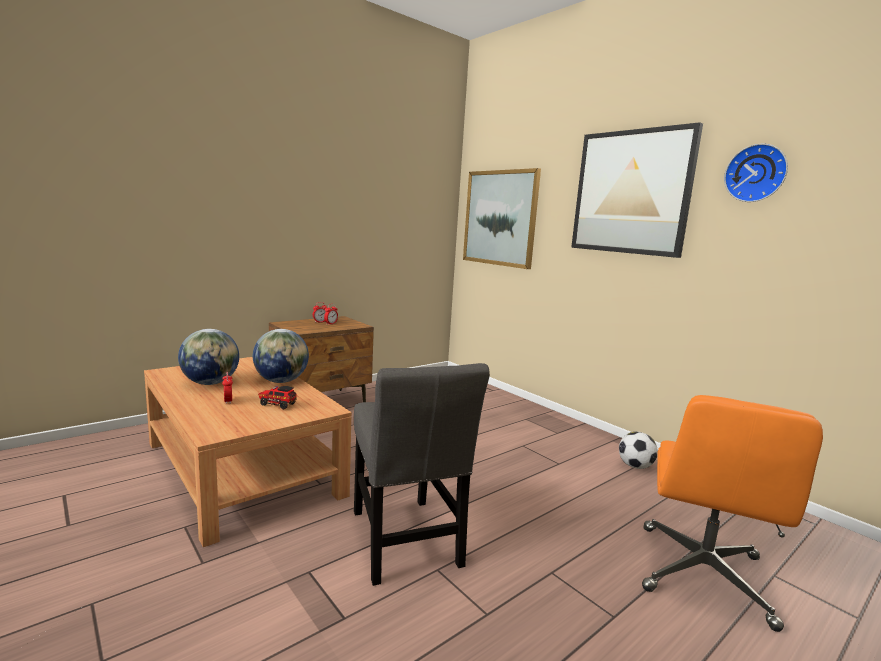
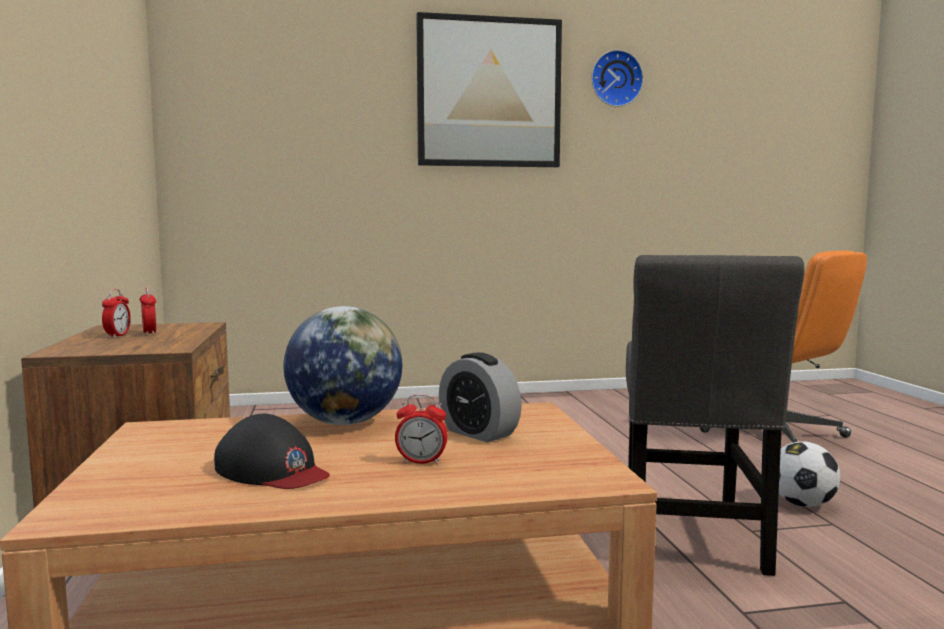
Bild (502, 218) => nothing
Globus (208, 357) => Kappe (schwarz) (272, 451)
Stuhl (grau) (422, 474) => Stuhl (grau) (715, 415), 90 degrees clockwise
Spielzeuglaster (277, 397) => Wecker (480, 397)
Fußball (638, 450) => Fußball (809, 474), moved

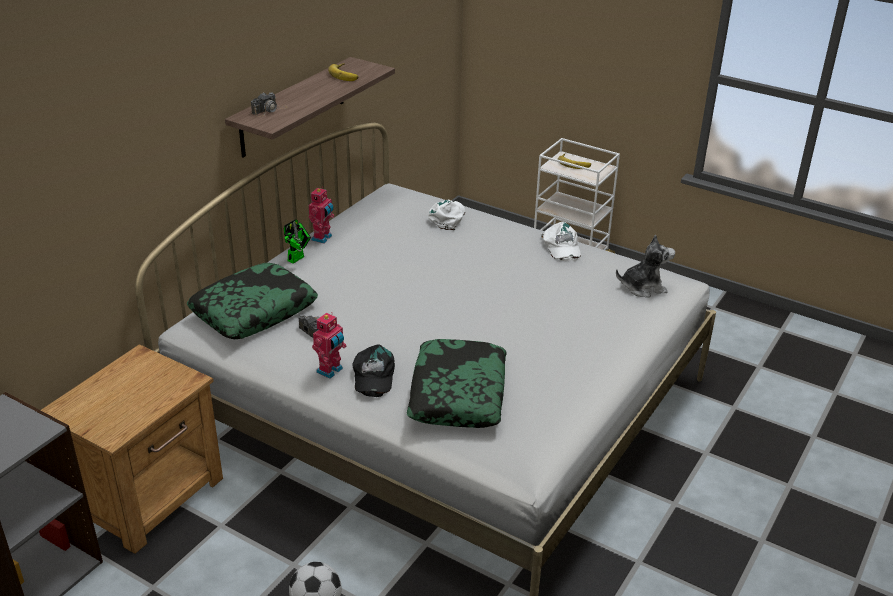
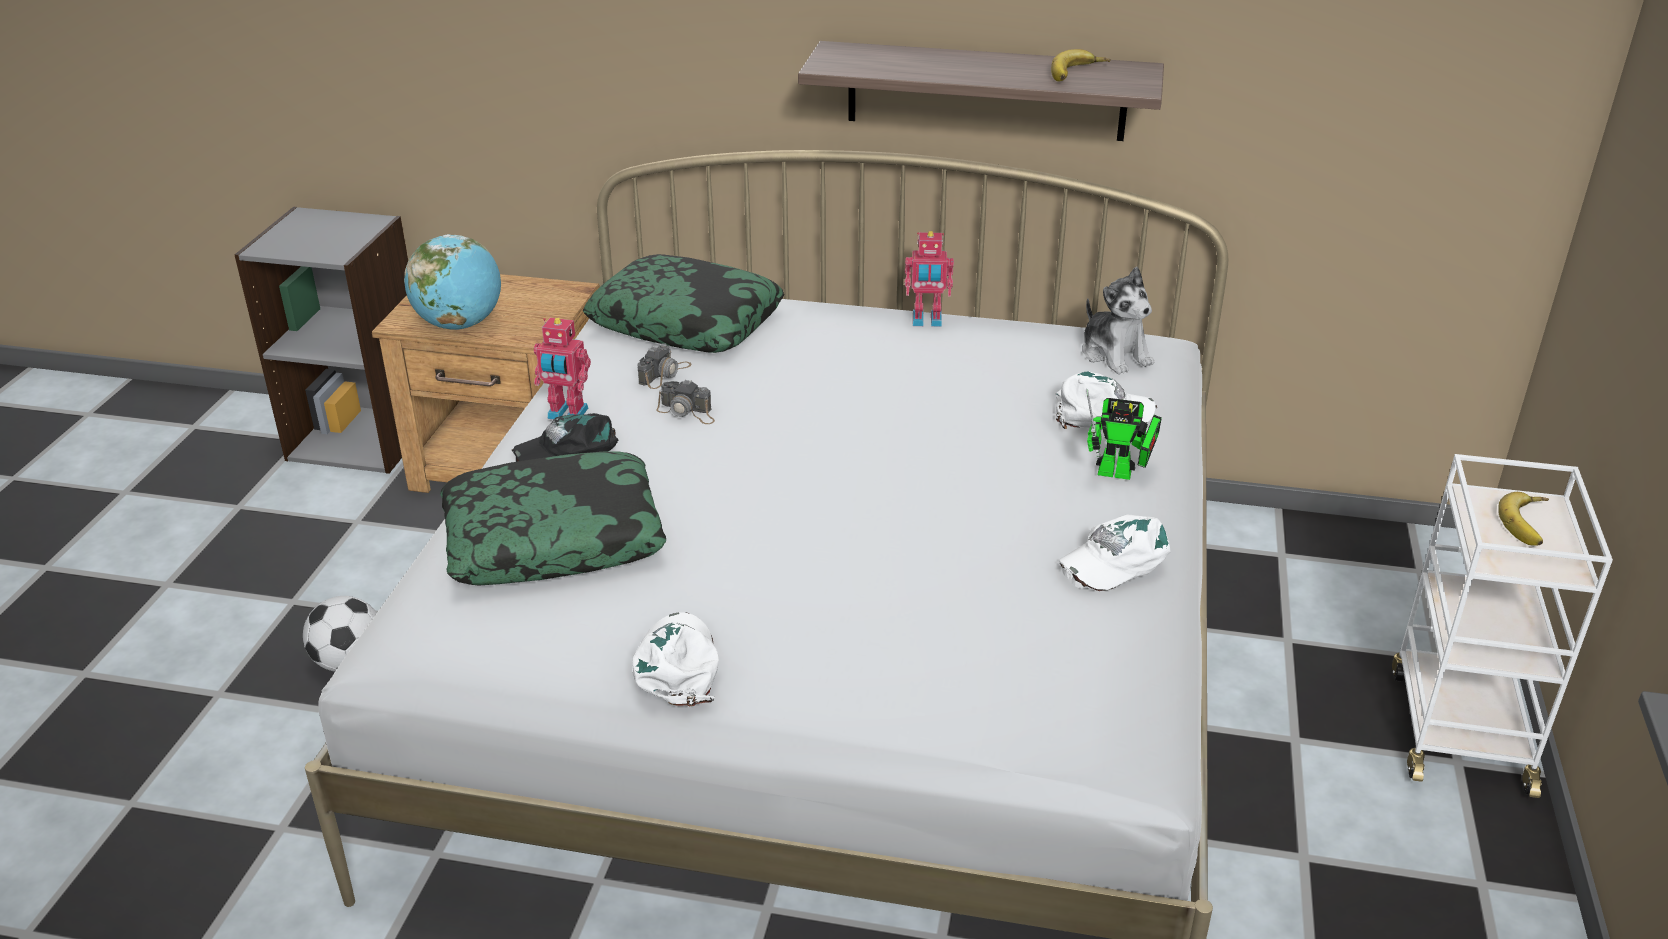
Kamera (269, 105) => Kamera (685, 401), moved
Spielzeugroboter (297, 241) => Spielzeugroboter (1124, 434), moved
Plüschtier (645, 266) => Plüschtier (1118, 320), moved
nothing => Globus (452, 282)
nothing => Kappe (weiß) (675, 659)

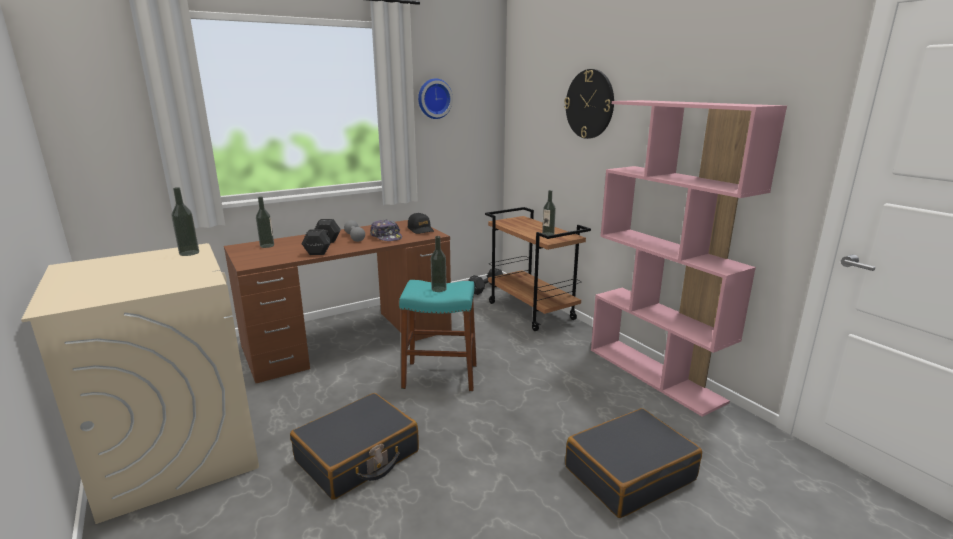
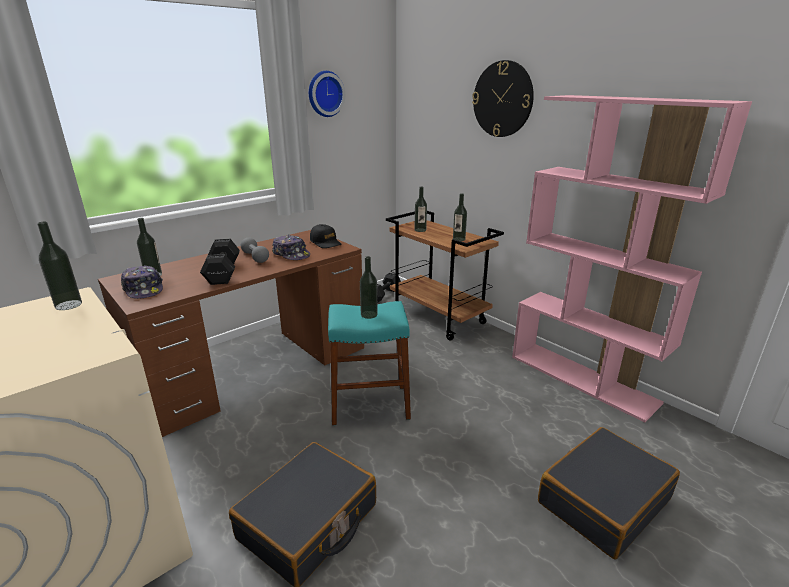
nothing => Flasche (420, 209)
nothing => Kappe (142, 282)

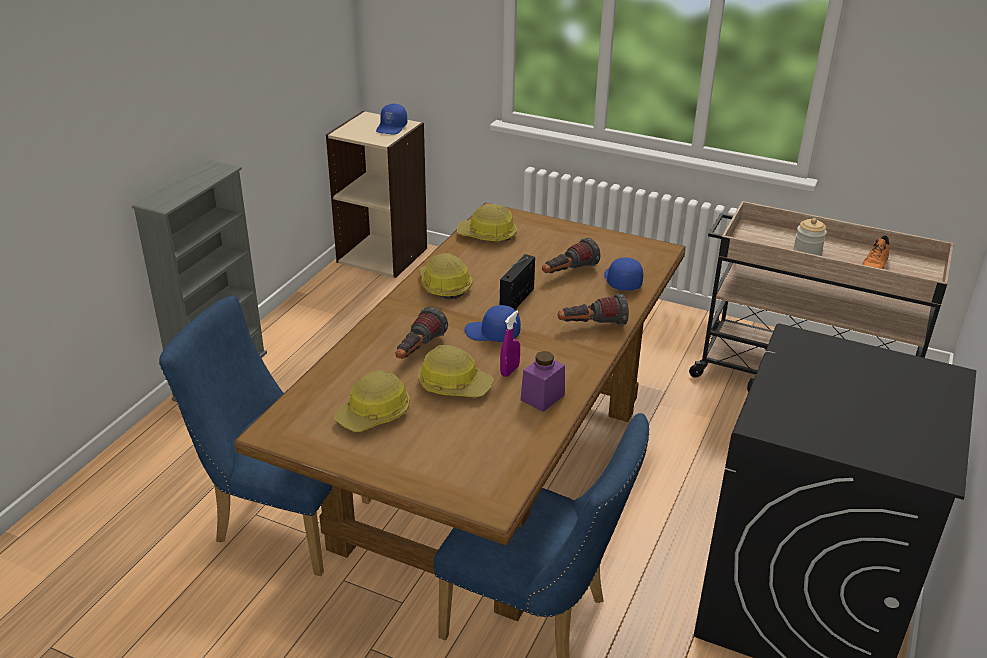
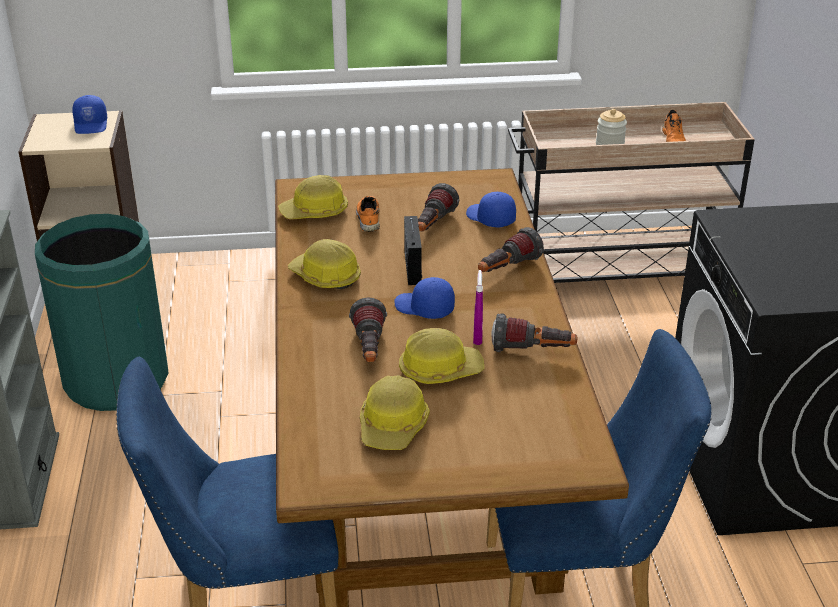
Kappe (blau) (492, 323) => Kappe (blau) (424, 298), 45 degrees clockwise
Vorratsglas (lila) (542, 381) => Taschenlampe (535, 332)
nothing => Schuh (orange) (368, 214)
nothing => Mülleimer (grün) (102, 312)

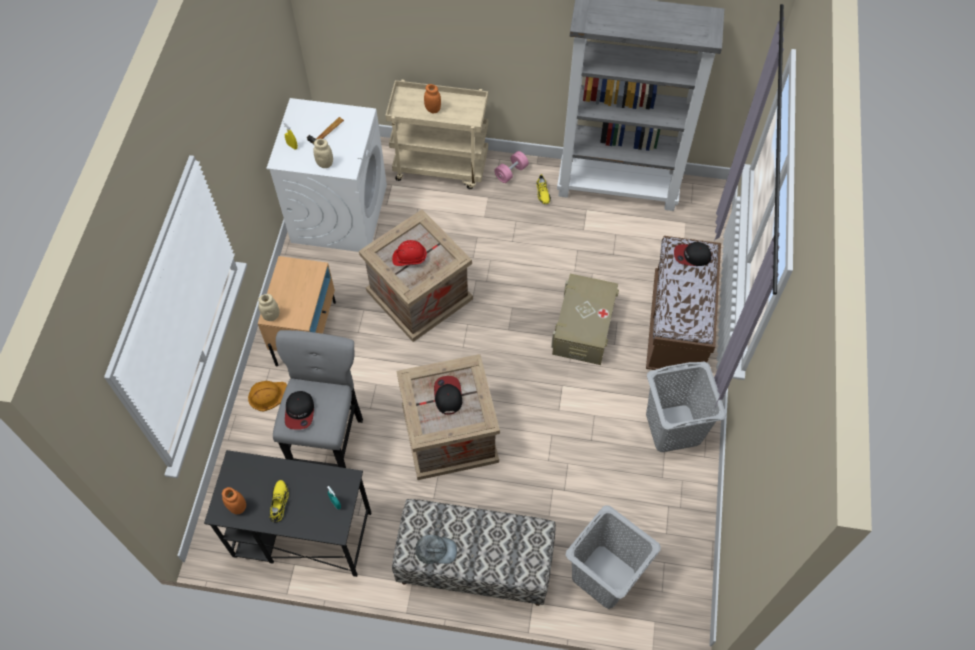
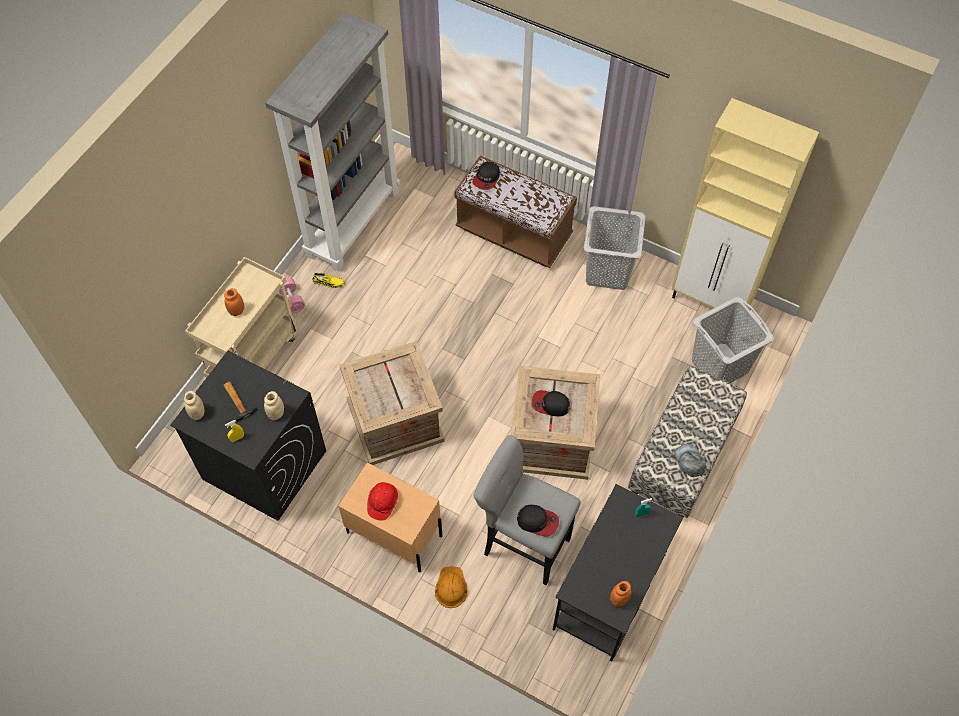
Waschmaschine (weiß) (326, 175) => Waschmaschine (schwarz) (248, 436)
Schutzhelm (rot) (410, 253) => Schutzhelm (rot) (382, 501), moved
Aufbewahrungsbox (beige) (585, 319) => nothing
Vorratsglas (beige) (269, 307) => Vorratsglas (beige) (194, 405), moved
Schuh (gelb) (279, 501) => nothing
Kappe (grau) (436, 549) => Kappe (grau) (690, 460), 45 degrees counterclockwise
nothing => Schrank (beige) (745, 203)

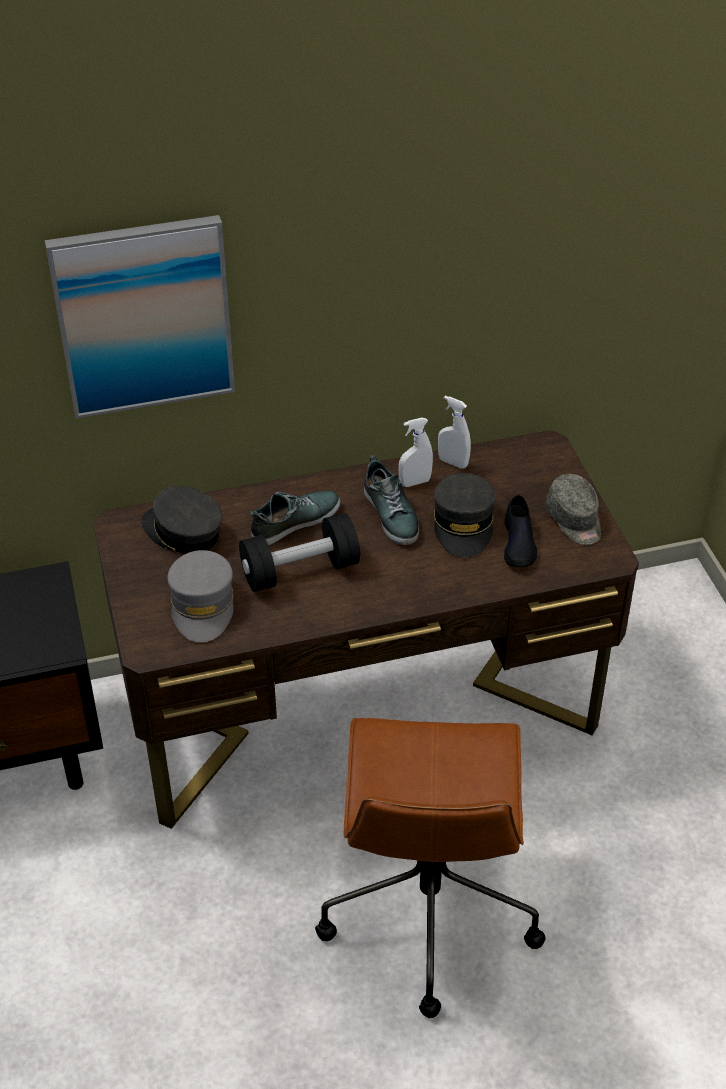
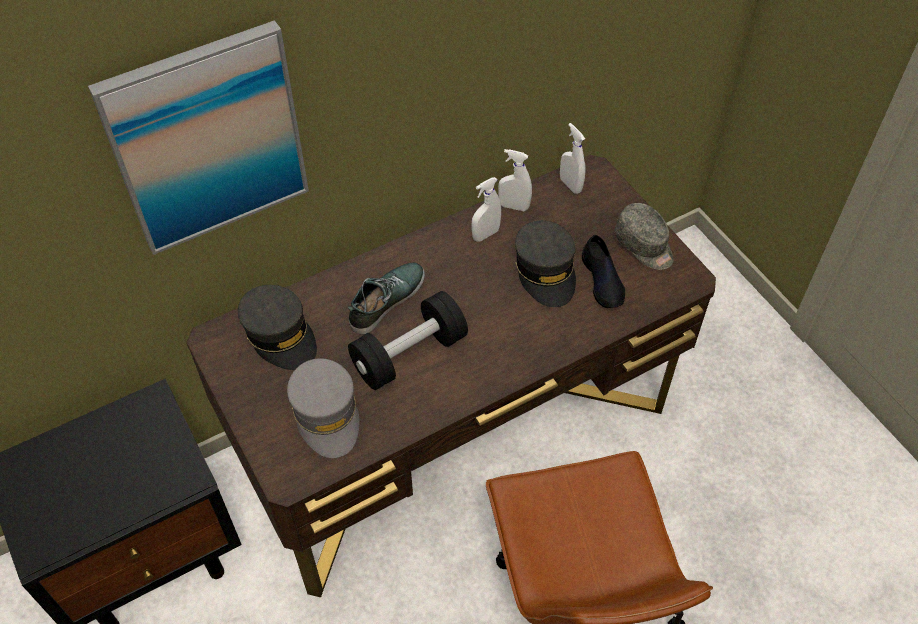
Schuh (391, 500) => nothing
Kappe (grau) (181, 520) => Kappe (grau) (277, 327), 150 degrees counterclockwise
nothing => Sprühflasche (weiß) (572, 158)

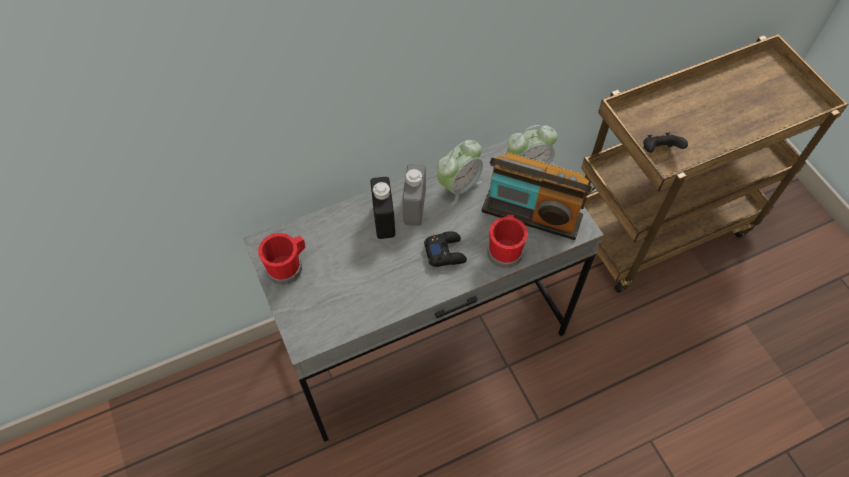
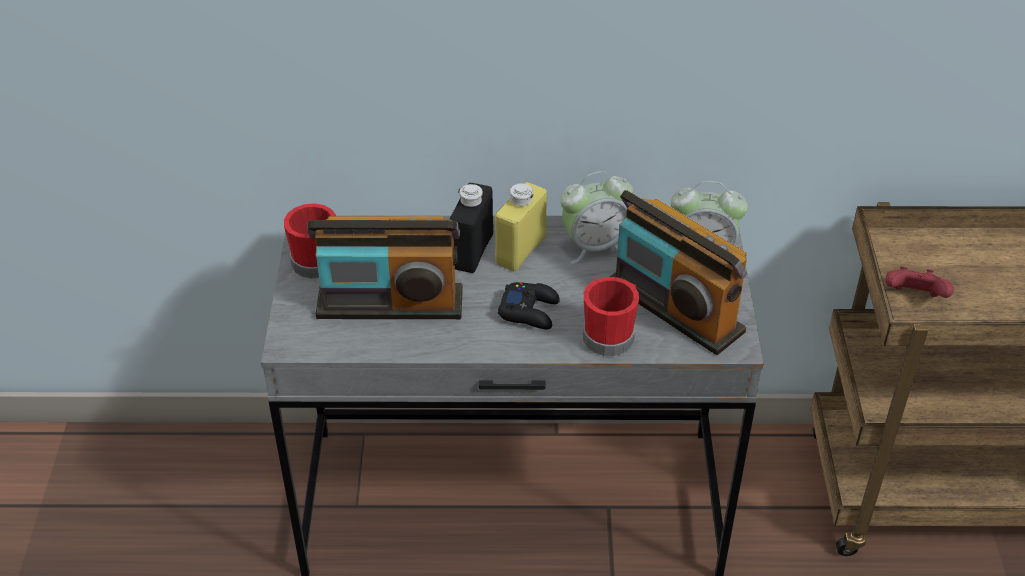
Gamepad (schwarz) (665, 143) => Gamepad (rot) (919, 282)
Flasche (grau) (414, 195) => Flasche (gelb) (521, 227)
nothing => Radio (385, 267)

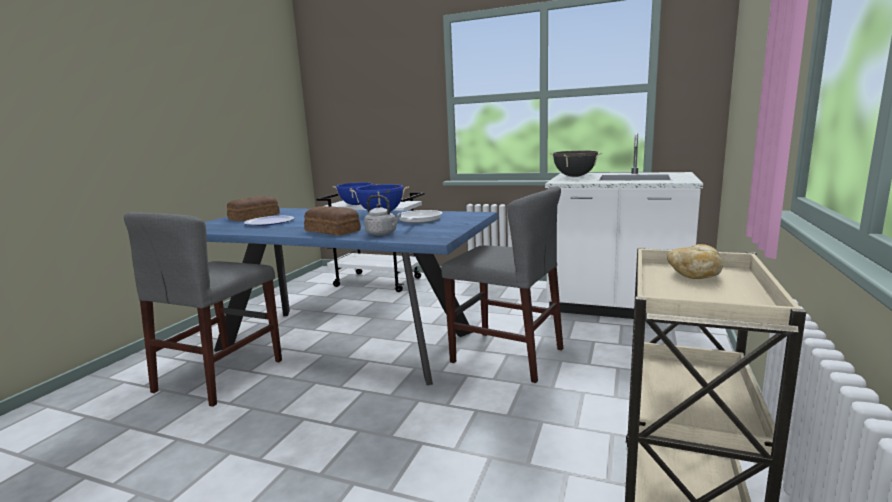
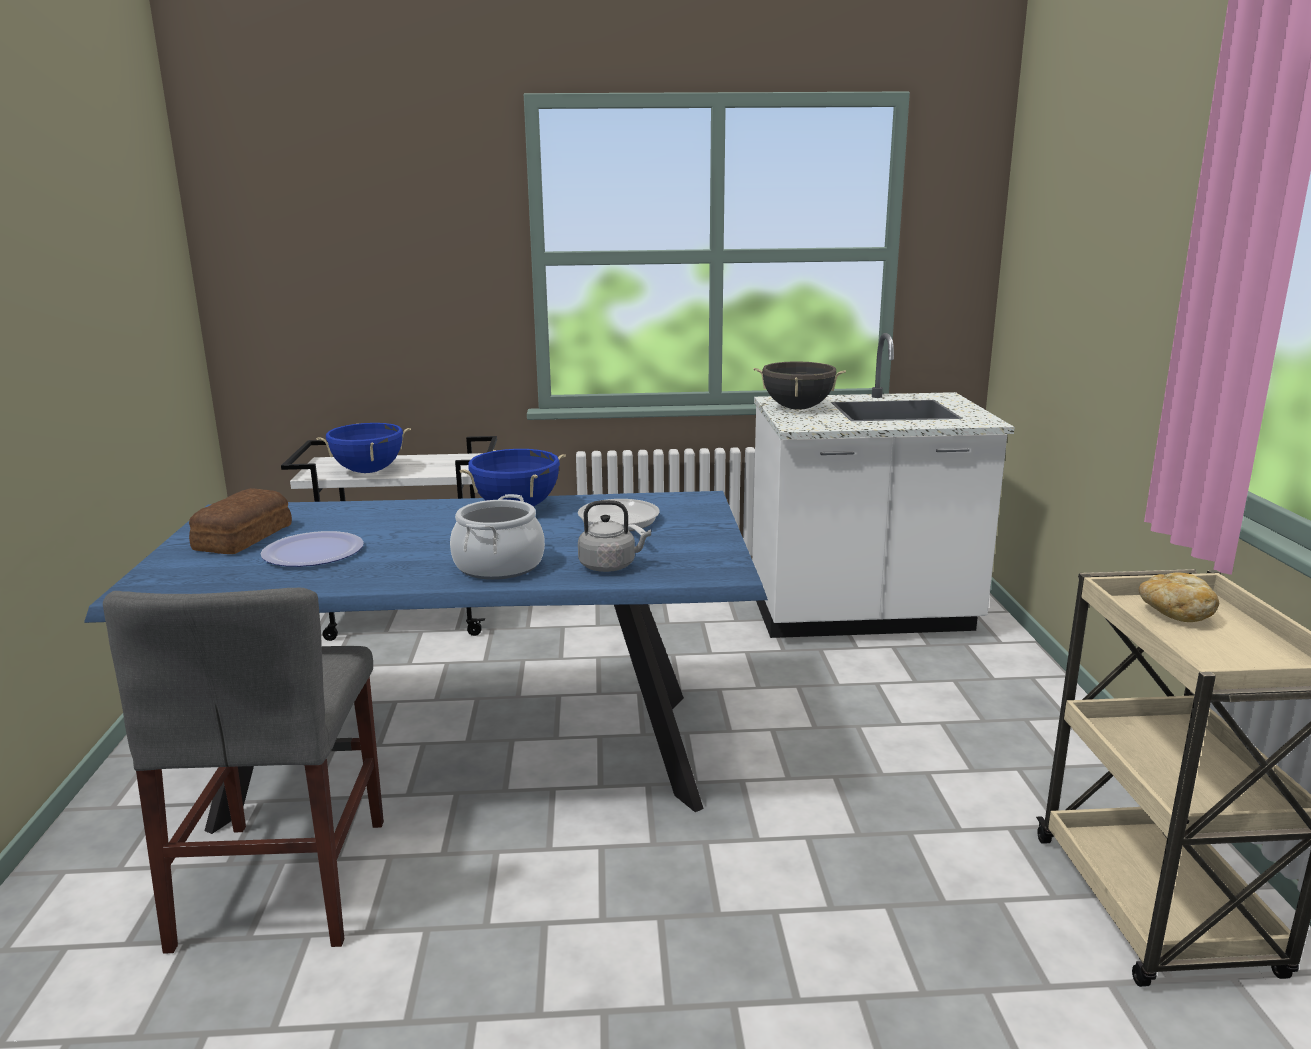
Stuhl (grau) (502, 284) => nothing
Brot (332, 220) => Kochtopf (497, 537)

